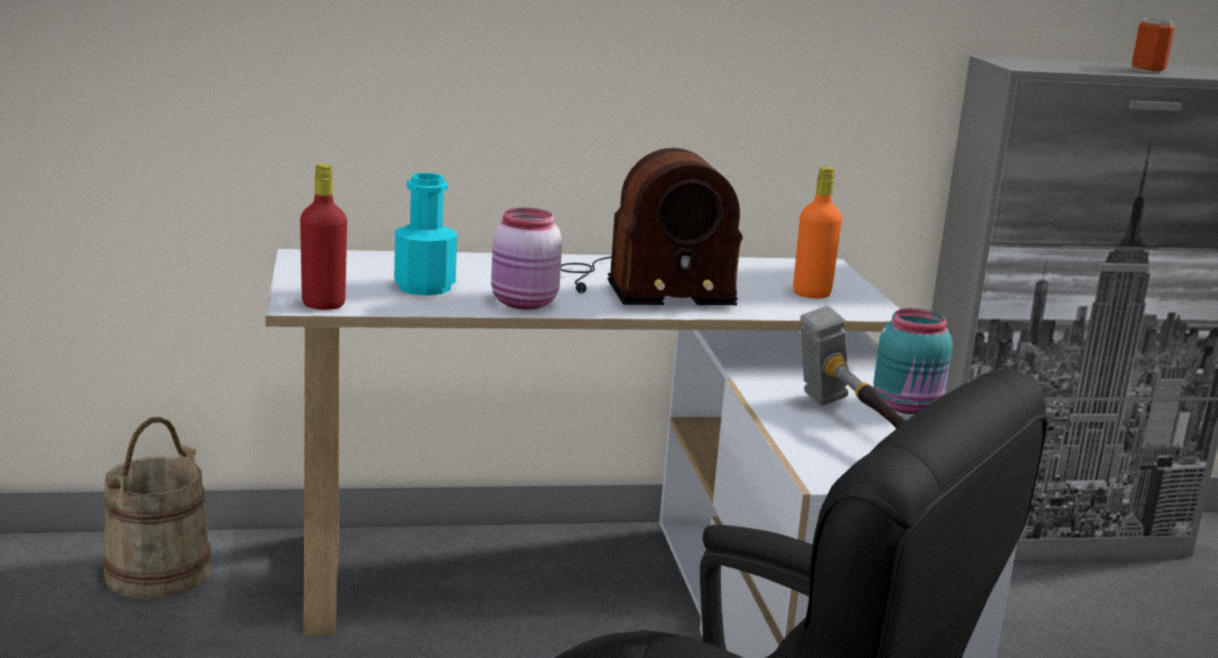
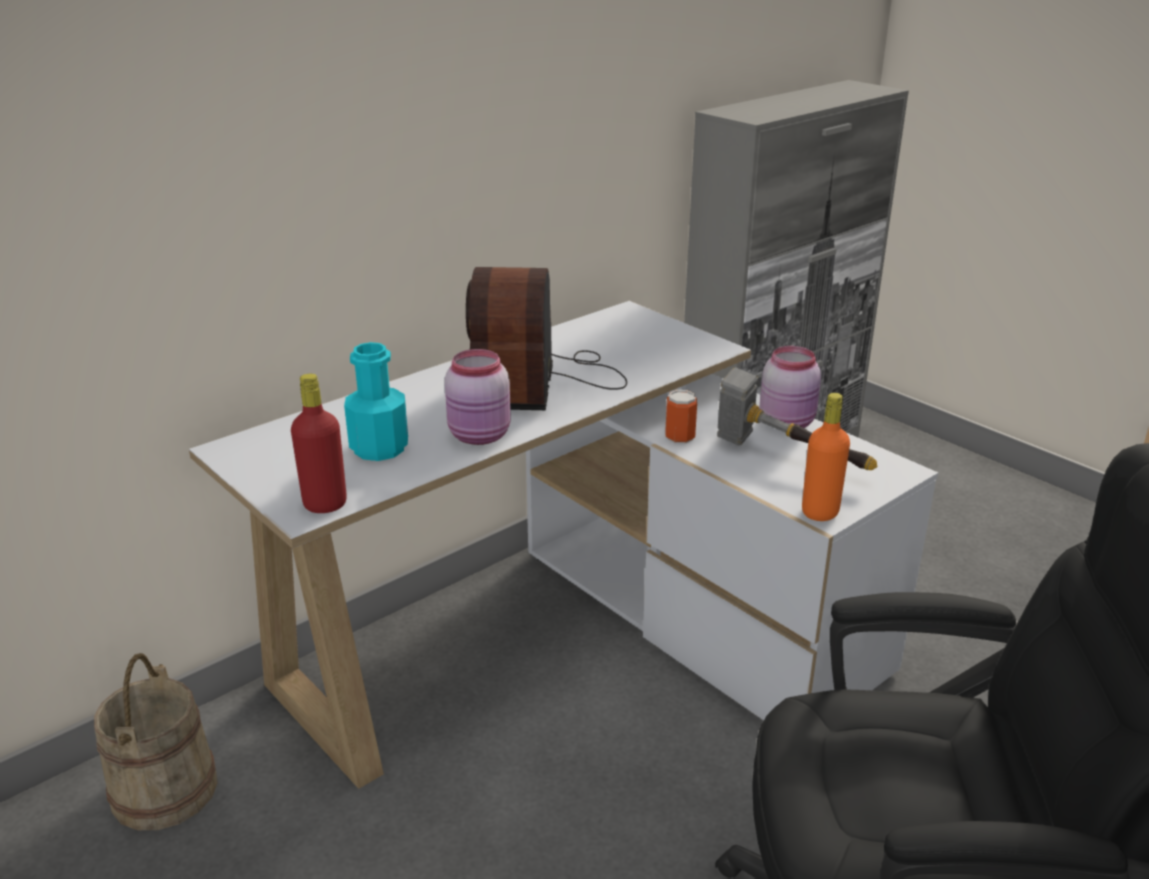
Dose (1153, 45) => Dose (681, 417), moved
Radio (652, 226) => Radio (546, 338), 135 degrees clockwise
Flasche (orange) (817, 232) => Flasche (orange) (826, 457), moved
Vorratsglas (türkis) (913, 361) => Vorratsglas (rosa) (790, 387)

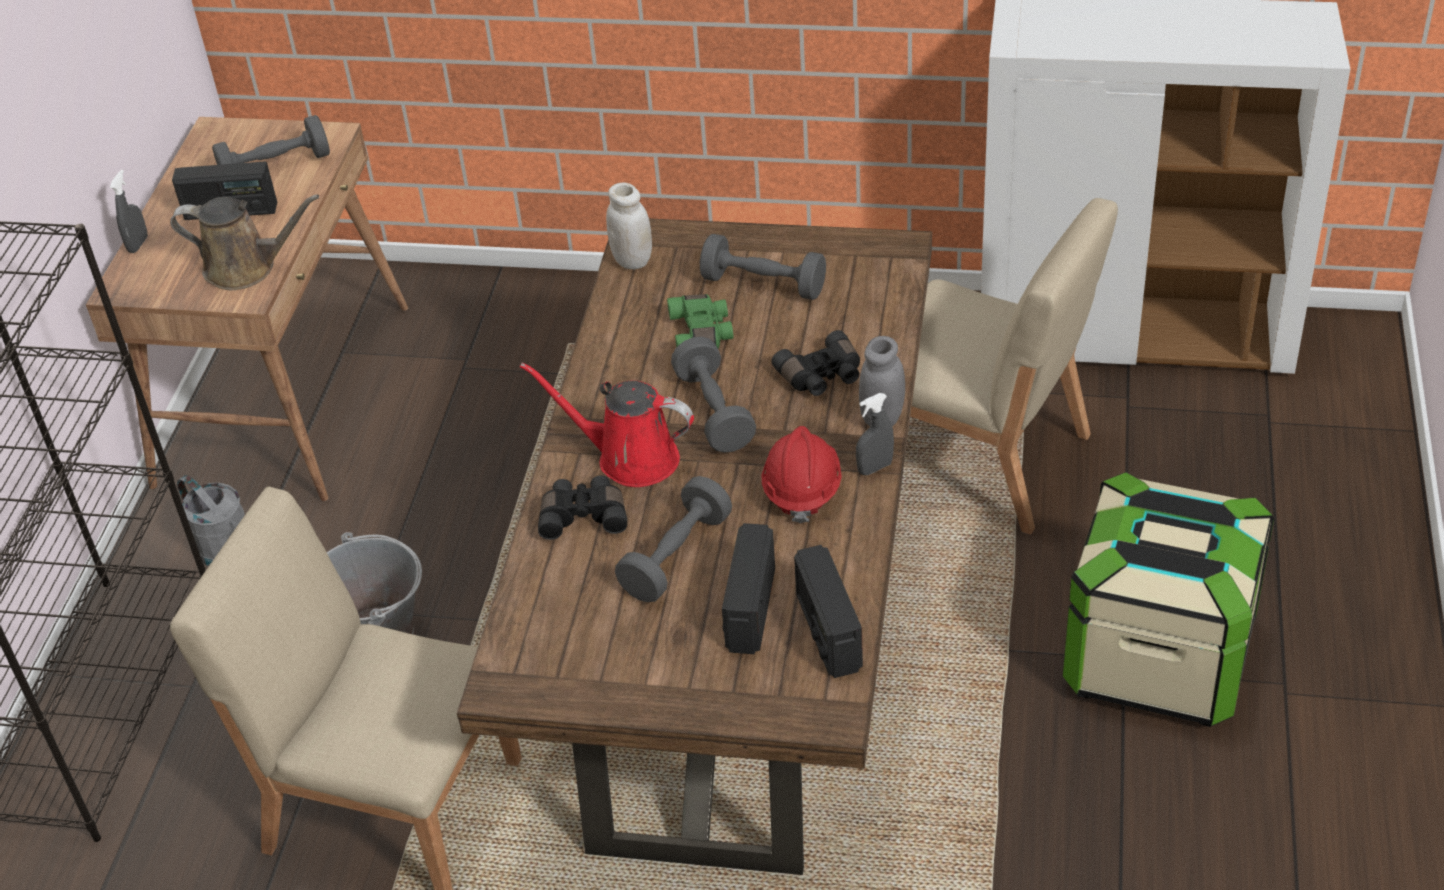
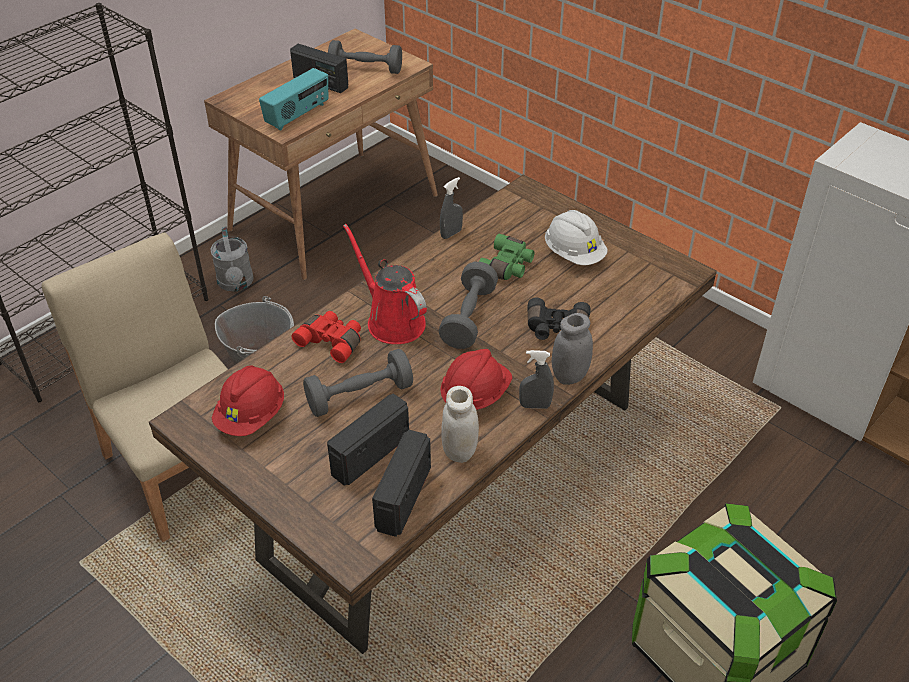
Sprühflasche (grau) (129, 211) => Sprühflasche (grau) (451, 208), moved
Vorratsglas (weiß) (629, 226) => Vorratsglas (weiß) (460, 424), moved
Gießkanne (braun) (244, 242) => Radio (293, 99)
Stuhl (beige) (1014, 366) => nothing
Hantel (grau) (763, 267) => Schutzhelm (weiß) (576, 237)
Fernglas (schwarz) (582, 507) => Fernglas (rot) (326, 337)
nothing => Schutzhelm (rot) (248, 401)

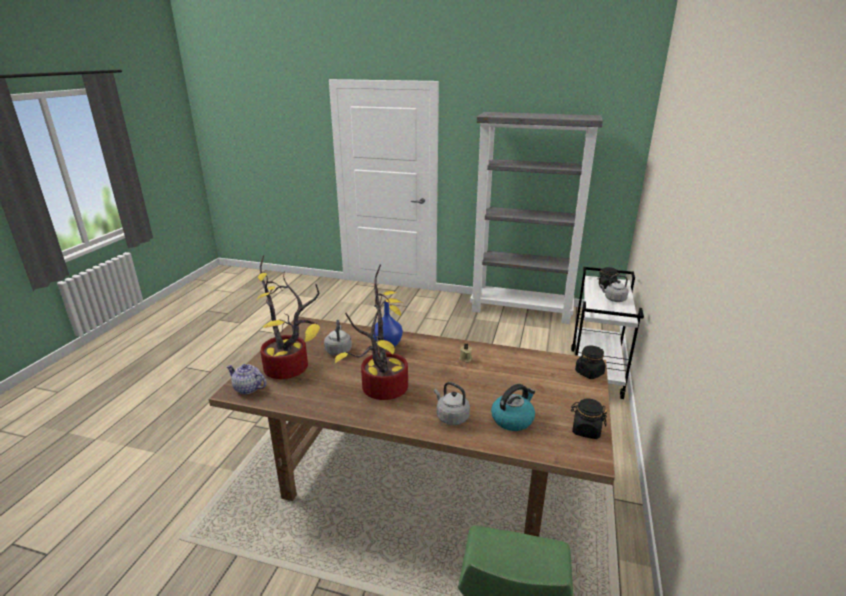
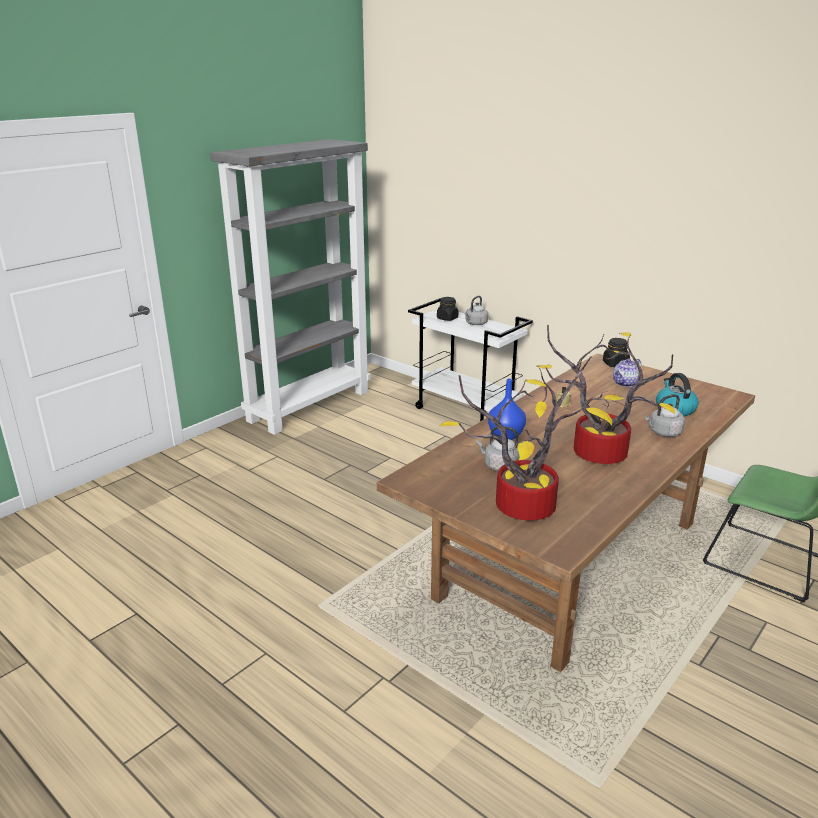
Teekanne (246, 379) => Teekanne (627, 372), moved
Vorratsglas (schwarz) (589, 419) => nothing

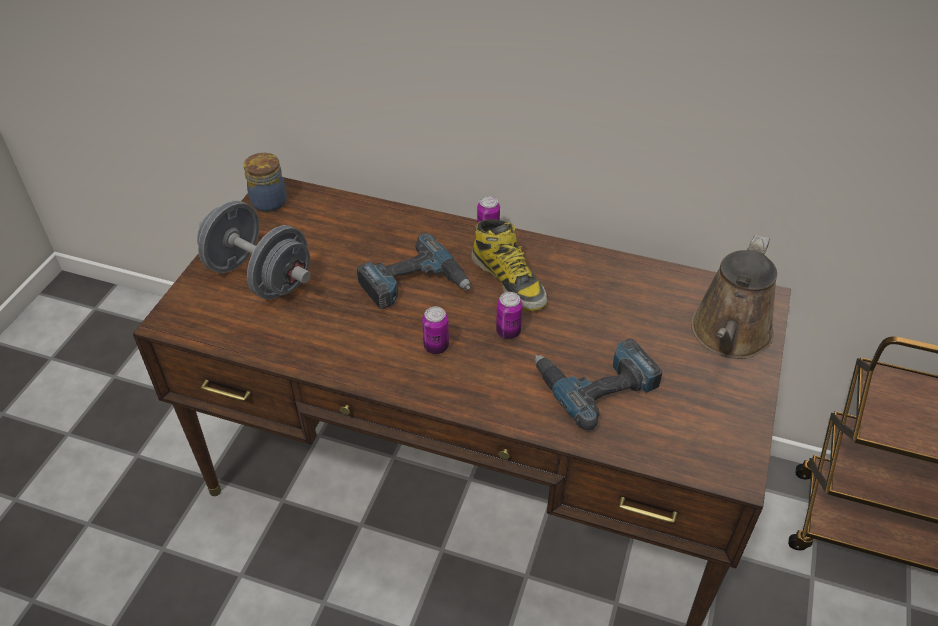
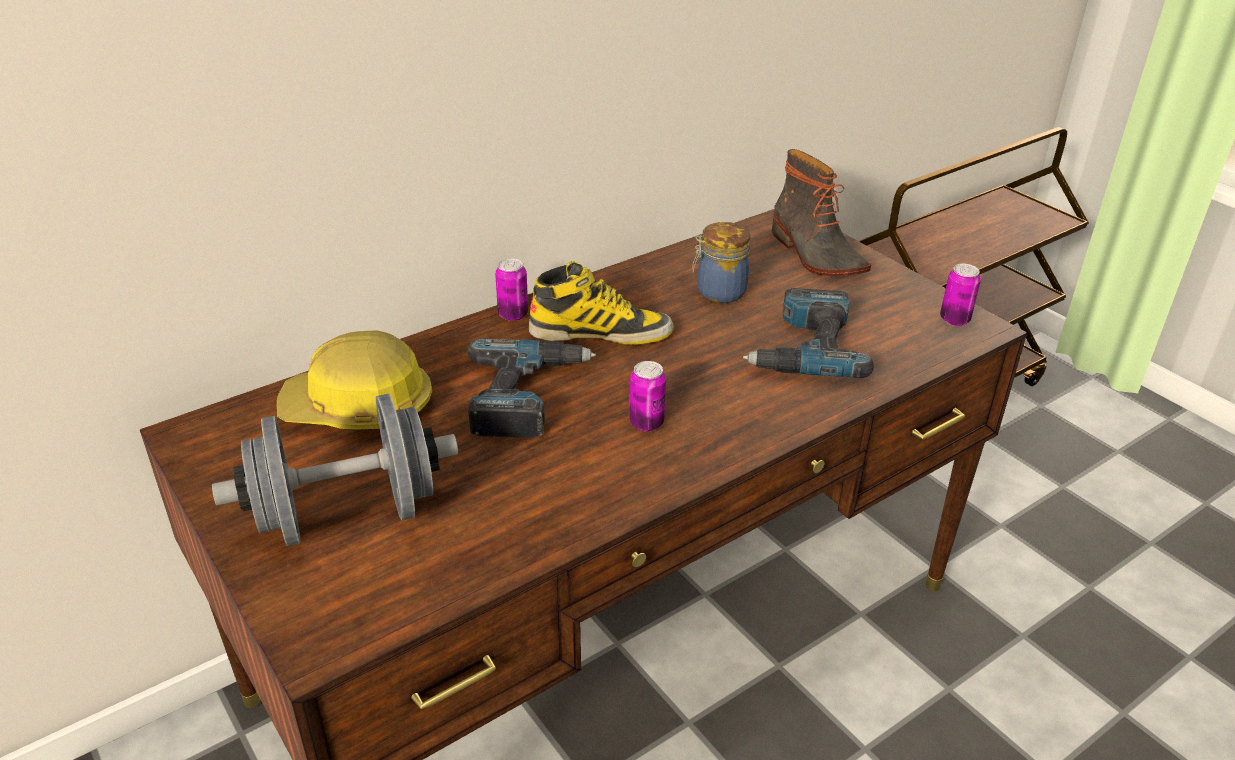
Vorratsglas (265, 182) => Vorratsglas (721, 262), moved
Gießkanne (braun) (734, 297) => Stiefel (821, 212)
Dose (509, 315) => Dose (960, 295), moved
nothing => Schutzhelm (354, 379)

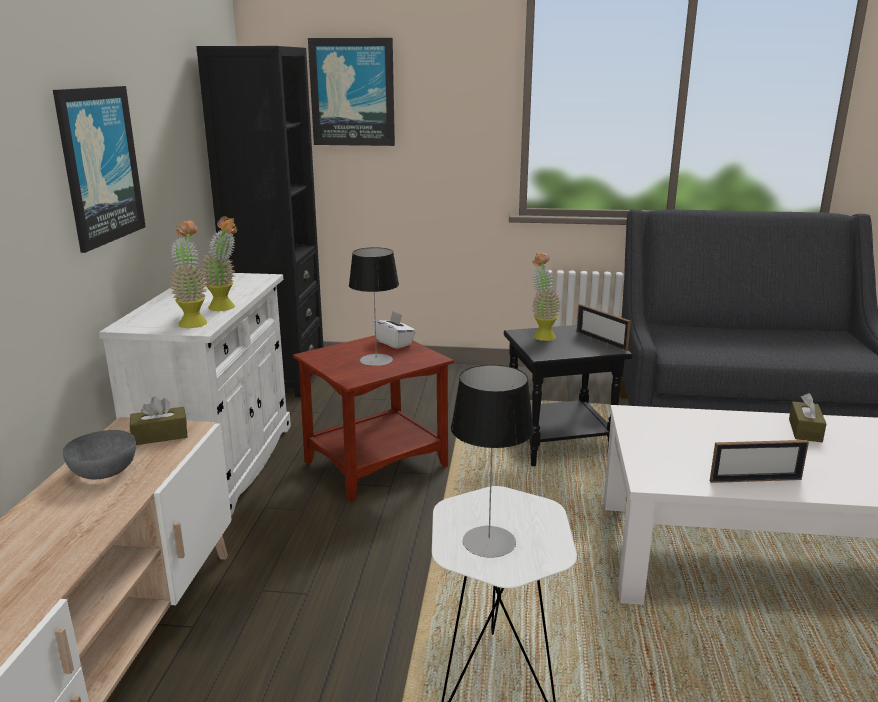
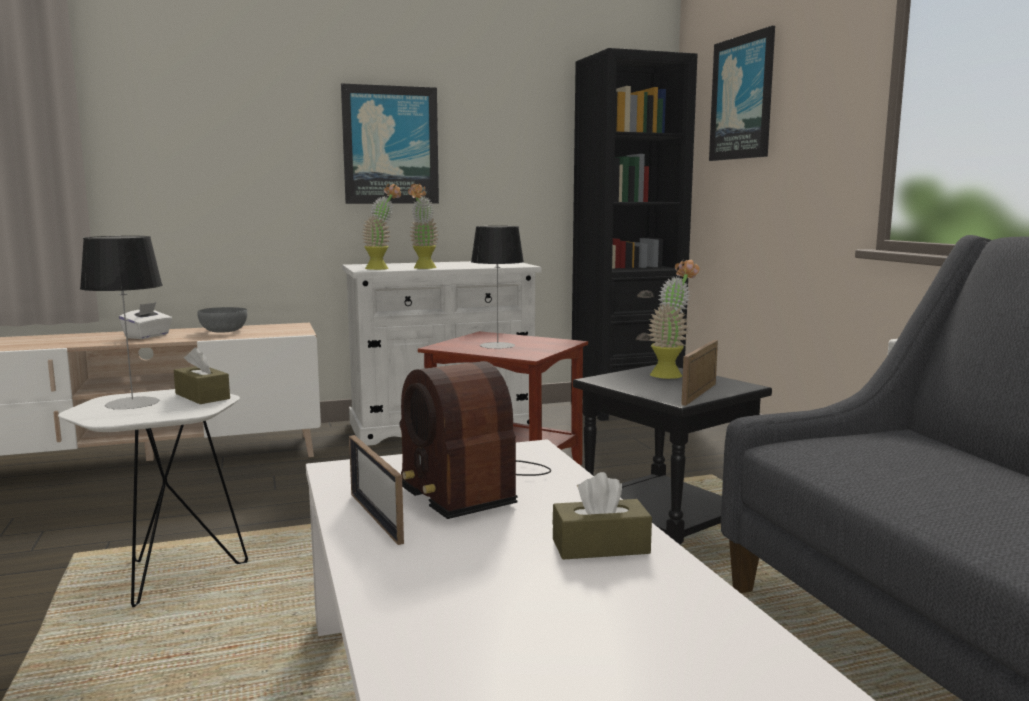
Taschentuchbox (weiß) (394, 330) => Taschentuchbox (weiß) (145, 320), moved
Taschentuchbox (braun) (159, 420) => Taschentuchbox (braun) (202, 375), moved
nothing => Radio (475, 440)

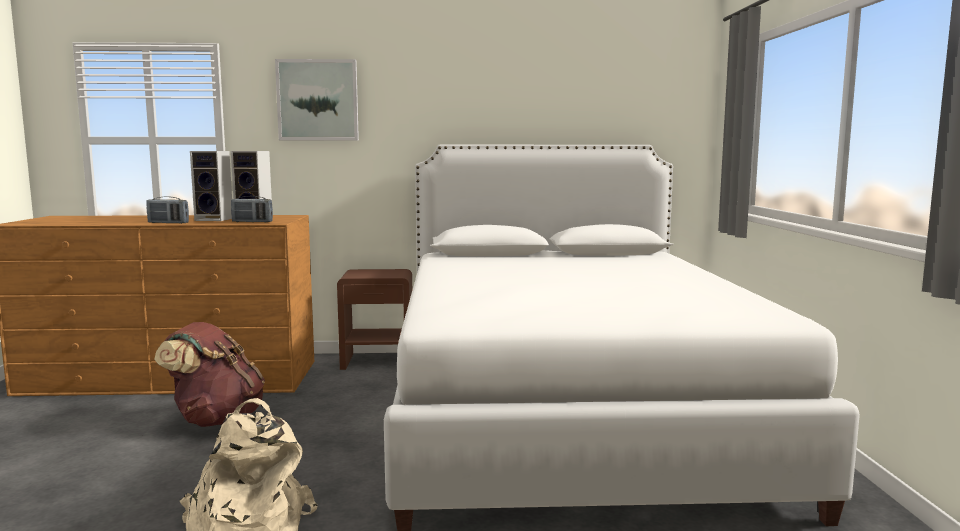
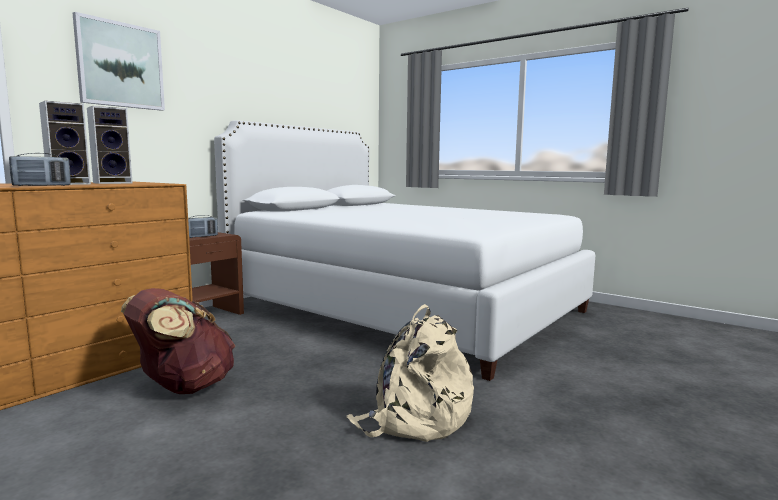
Radio (252, 209) => Radio (203, 226), moved

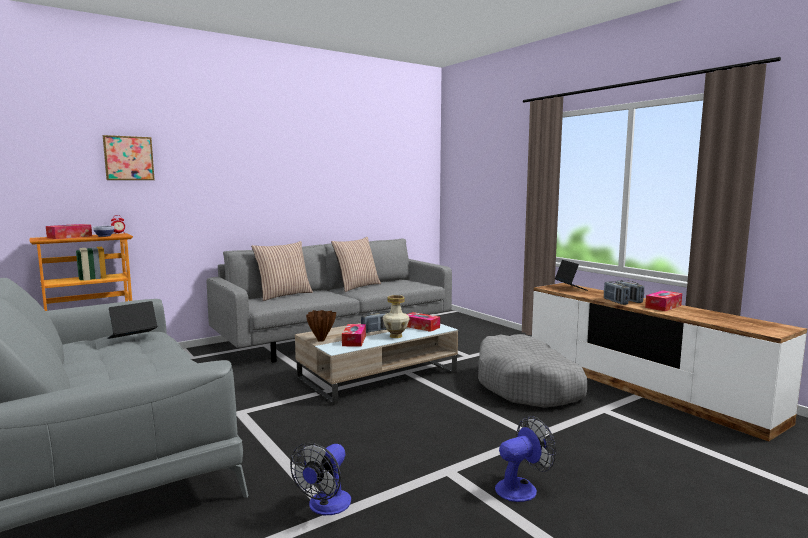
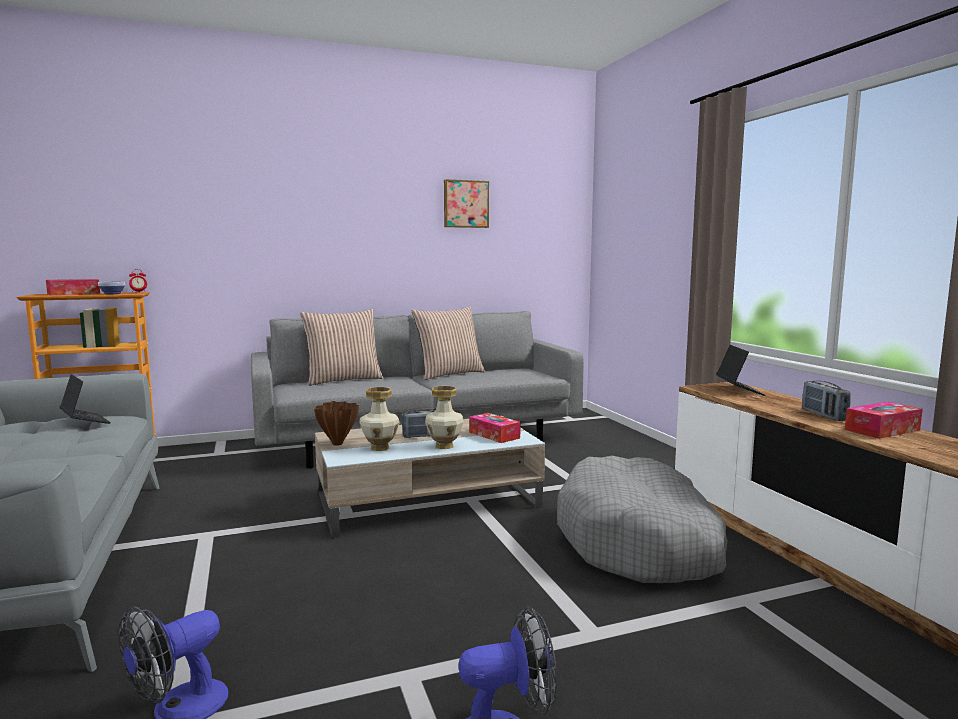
Bild (129, 157) => Bild (466, 203), moved
Radio (617, 293) => nothing
Laptop (132, 320) => Laptop (85, 399), 75 degrees clockwise
Taschentuchbox (354, 335) => Vase (379, 419)

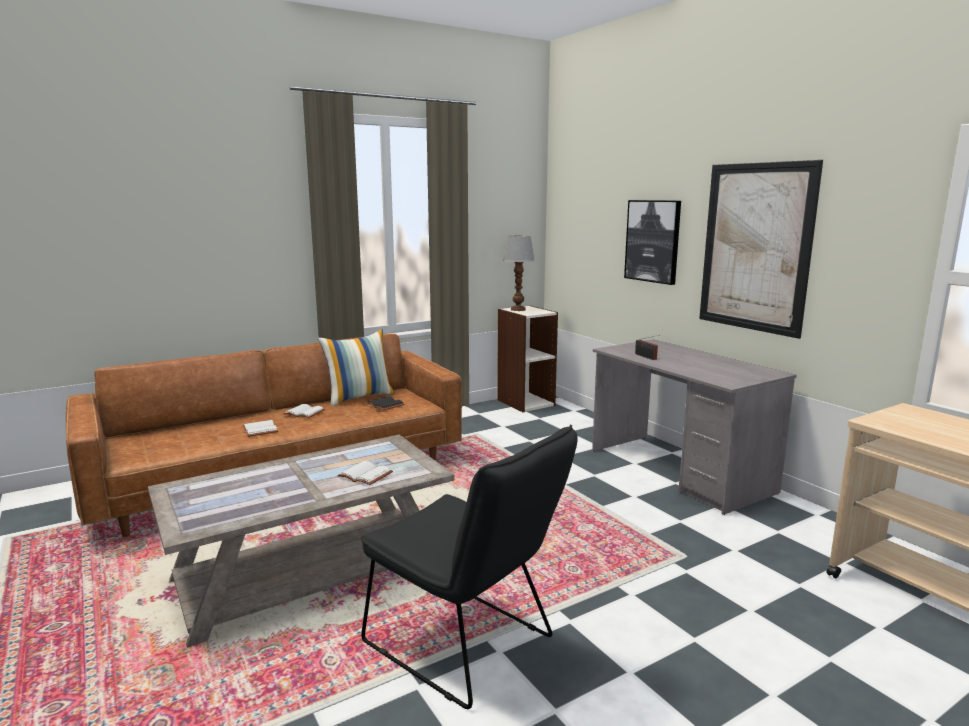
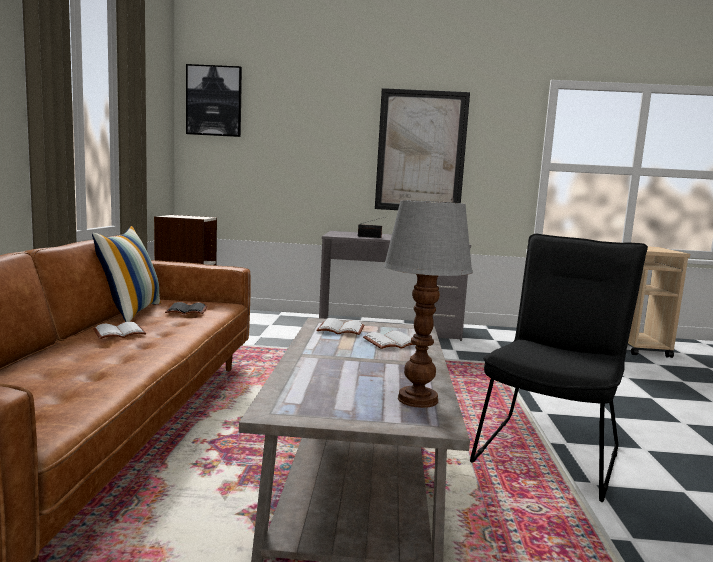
Bild (652, 242) => Bild (214, 100), moved
Tischlampe (519, 273) => Tischlampe (428, 304), moved
Buch (weiß) (260, 428) => Buch (weiß) (340, 326), moved
Stuhl (schwarz) (469, 566) => Stuhl (schwarz) (559, 368), 45 degrees counterclockwise

